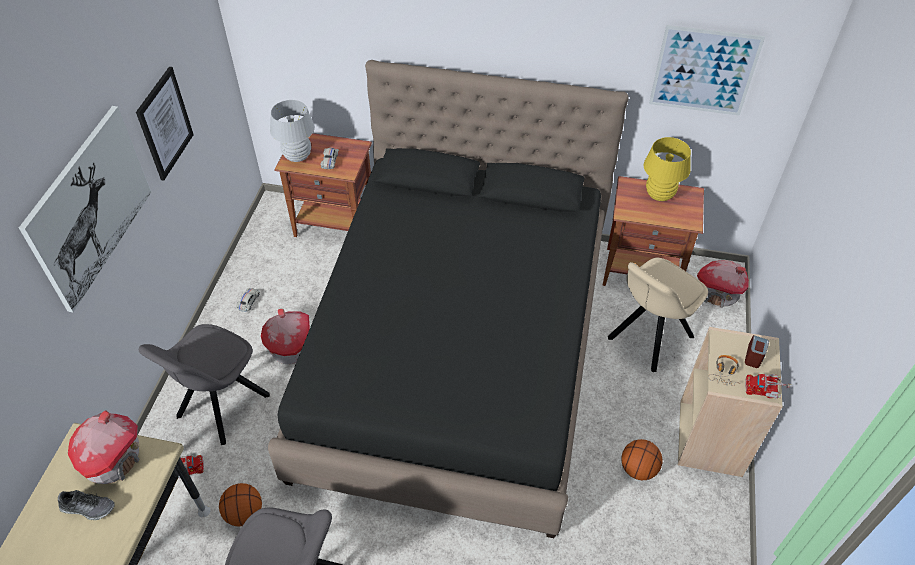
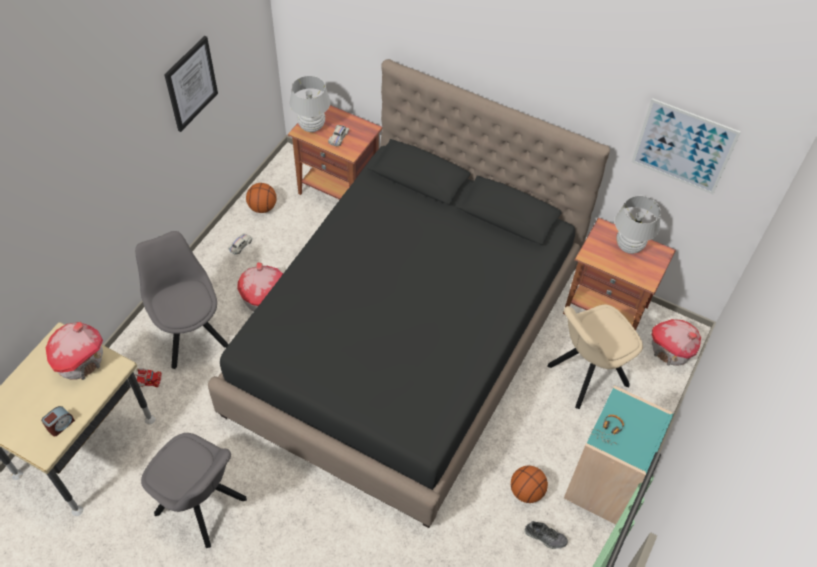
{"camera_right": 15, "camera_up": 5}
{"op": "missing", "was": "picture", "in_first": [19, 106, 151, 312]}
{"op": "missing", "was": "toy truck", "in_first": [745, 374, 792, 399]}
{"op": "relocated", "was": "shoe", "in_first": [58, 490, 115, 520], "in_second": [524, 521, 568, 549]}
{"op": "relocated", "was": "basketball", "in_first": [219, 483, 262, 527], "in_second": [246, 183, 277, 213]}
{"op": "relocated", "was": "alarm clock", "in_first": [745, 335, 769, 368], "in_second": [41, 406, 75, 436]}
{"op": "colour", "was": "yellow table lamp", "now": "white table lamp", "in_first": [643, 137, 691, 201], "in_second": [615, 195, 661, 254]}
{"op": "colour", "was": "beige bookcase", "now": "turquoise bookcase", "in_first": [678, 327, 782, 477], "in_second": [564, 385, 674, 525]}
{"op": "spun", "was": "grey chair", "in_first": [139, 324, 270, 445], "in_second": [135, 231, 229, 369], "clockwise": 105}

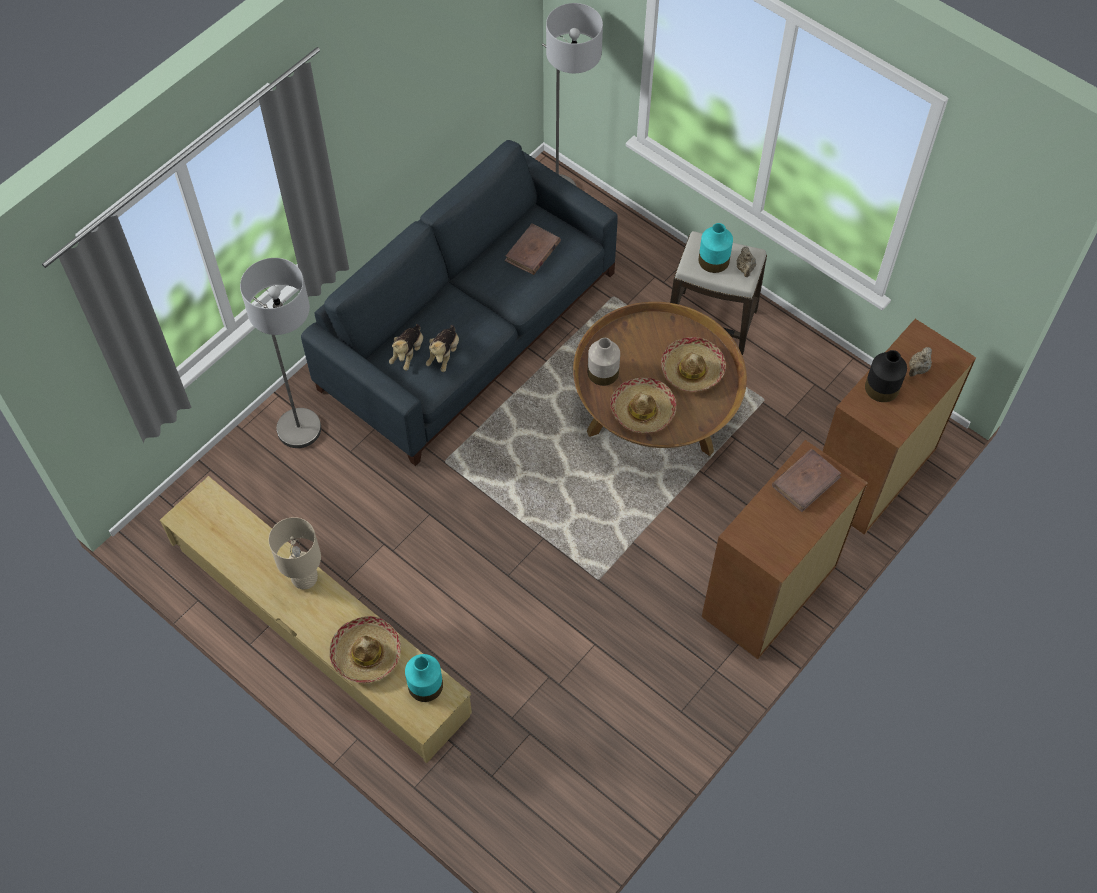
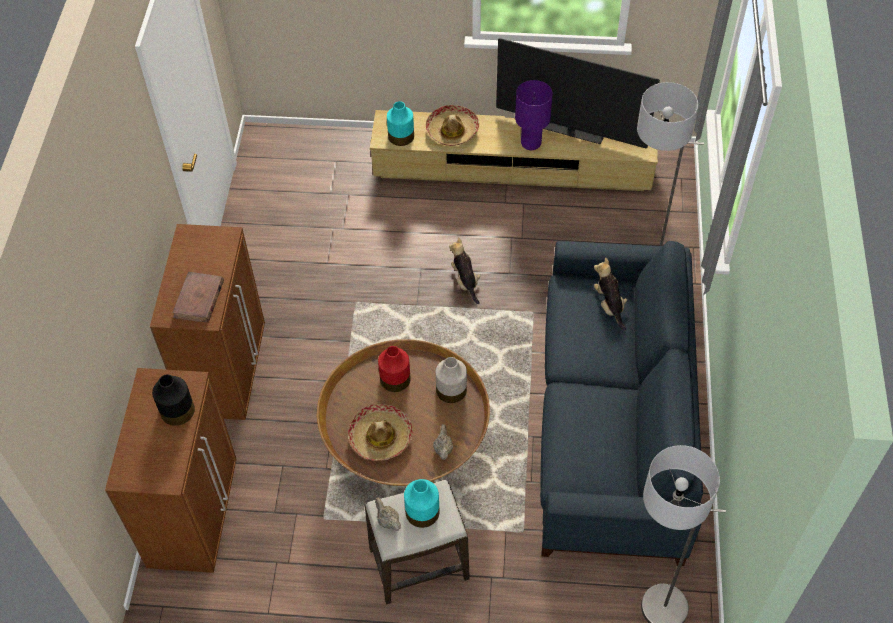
{"camera_right": 145, "camera_up": -5}
{"op": "missing", "was": "brown book", "in_first": [505, 224, 561, 275]}
{"op": "appeared", "now": "television", "in_second": [496, 38, 660, 149]}
{"op": "relocated", "was": "plush toy", "in_first": [426, 325, 459, 372], "in_second": [449, 237, 481, 304]}
{"op": "relocated", "was": "beige teapot", "in_first": [909, 347, 932, 376], "in_second": [433, 424, 453, 460]}
{"op": "exchanged", "was": "hat", "now": "red vase", "in_first": [610, 378, 677, 433], "in_second": [378, 346, 411, 392]}
{"op": "colour", "was": "beige table lamp", "now": "purple table lamp", "in_first": [269, 517, 321, 589], "in_second": [515, 80, 553, 150]}

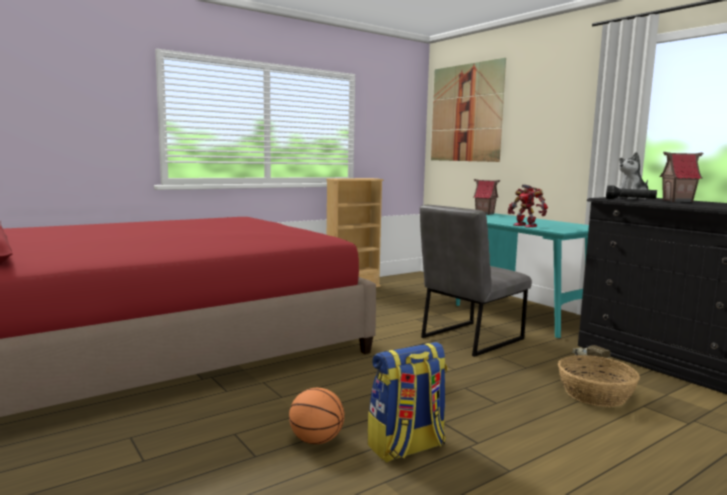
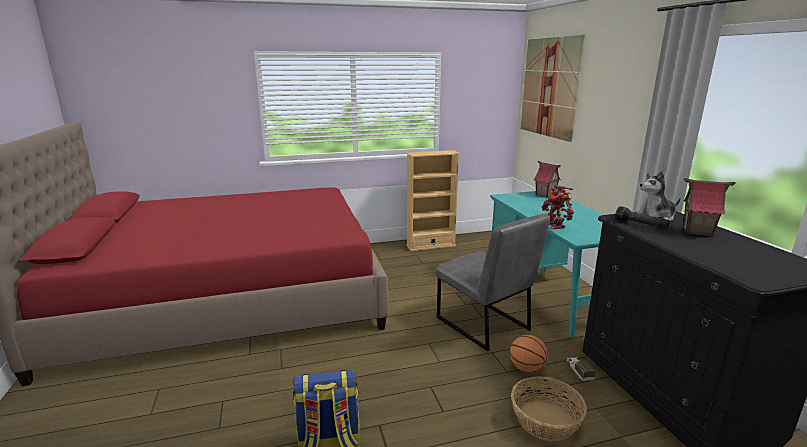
{"camera_right": 20, "camera_up": 10}
{"op": "relocated", "was": "basketball", "in_first": [289, 388, 344, 444], "in_second": [510, 335, 548, 373]}
{"op": "spun", "was": "grey chair", "in_first": [420, 205, 532, 357], "in_second": [435, 214, 550, 351], "clockwise": -105}

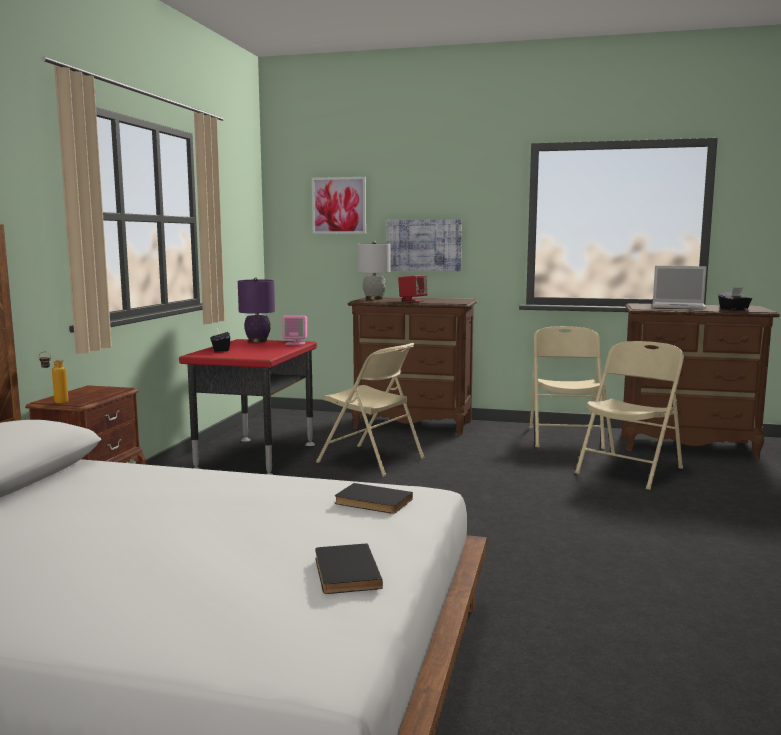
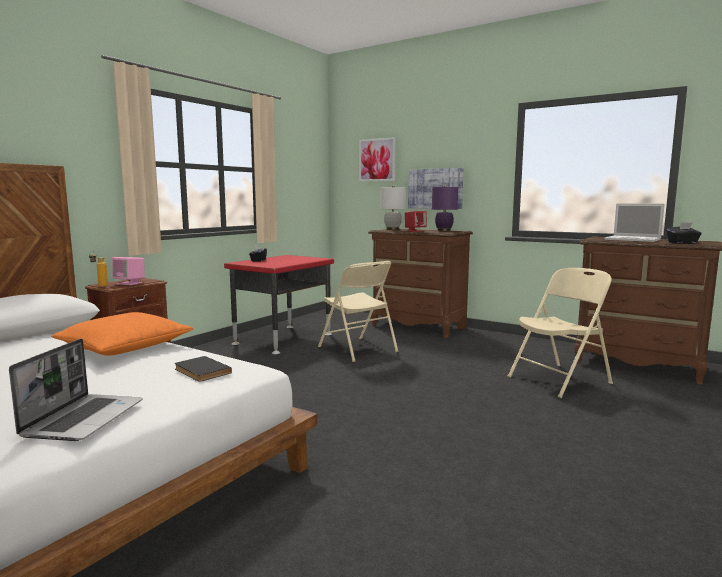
{"camera_right": 20, "camera_up": 0}
{"op": "missing", "was": "beige chair", "in_first": [529, 326, 605, 449]}
{"op": "appeared", "now": "orange pillow", "in_second": [51, 312, 193, 356]}
{"op": "relocated", "was": "purple table lamp", "in_first": [238, 277, 275, 342], "in_second": [432, 185, 458, 231]}
{"op": "relocated", "was": "pink speaker", "in_first": [282, 316, 307, 345], "in_second": [112, 257, 145, 285]}
{"op": "exchanged", "was": "black book", "now": "laptop", "in_first": [315, 544, 383, 594], "in_second": [9, 339, 143, 441]}

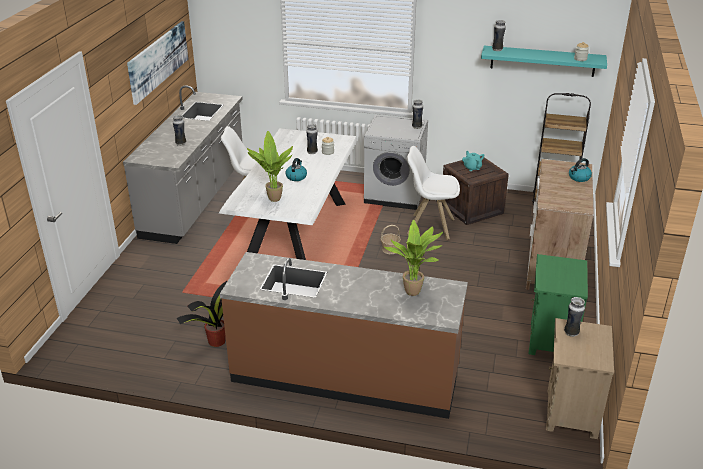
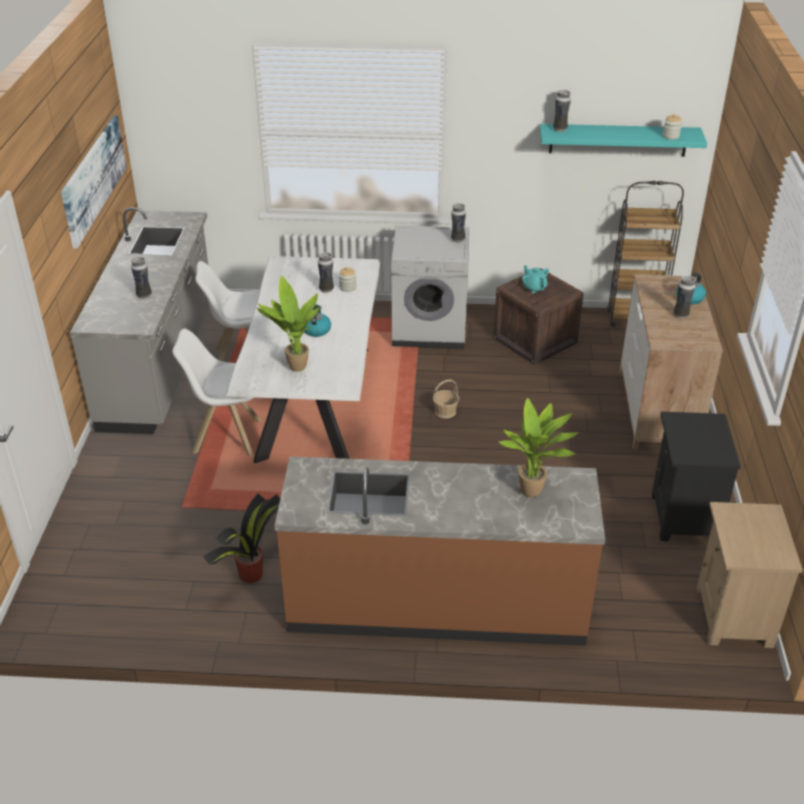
{"camera_right": -10, "camera_up": 5}
{"op": "relocated", "was": "white chair", "in_first": [407, 146, 460, 240], "in_second": [172, 329, 262, 457]}
{"op": "relocated", "was": "vase", "in_first": [564, 297, 585, 337], "in_second": [673, 275, 696, 319]}
{"op": "colour", "was": "green nightstand", "now": "black nightstand", "in_first": [529, 254, 588, 355], "in_second": [652, 412, 741, 542]}

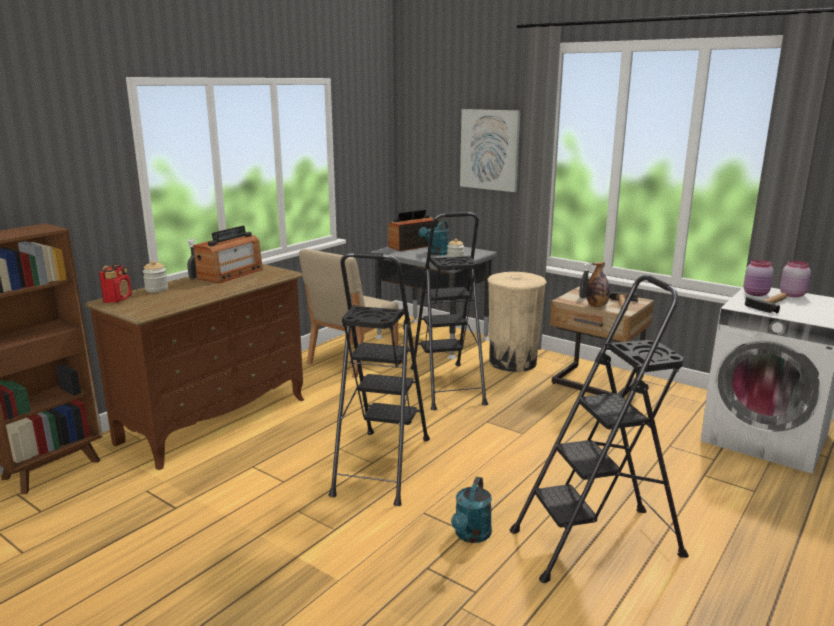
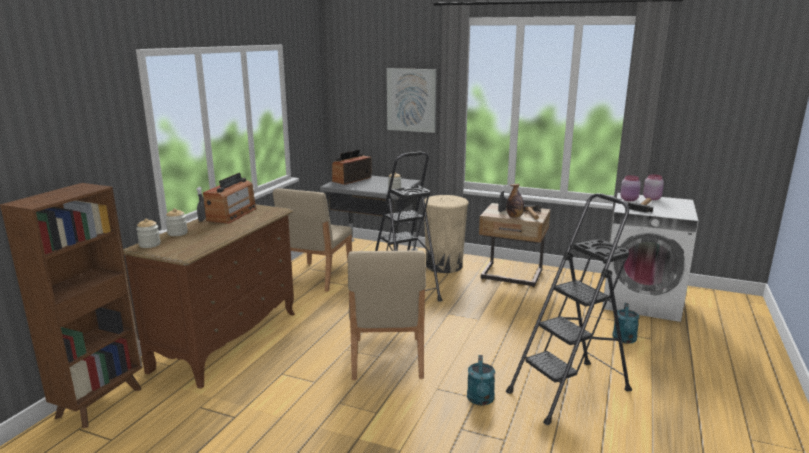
{"camera_right": -15, "camera_up": 0}
{"op": "relocated", "was": "turquoise watering can", "in_first": [419, 221, 449, 255], "in_second": [612, 303, 640, 344]}
{"op": "exchanged", "was": "radio", "now": "jar", "in_first": [99, 264, 132, 303], "in_second": [136, 219, 161, 248]}
{"op": "exchanged", "was": "step ladder", "now": "beige chair", "in_first": [328, 252, 430, 506], "in_second": [348, 250, 426, 380]}

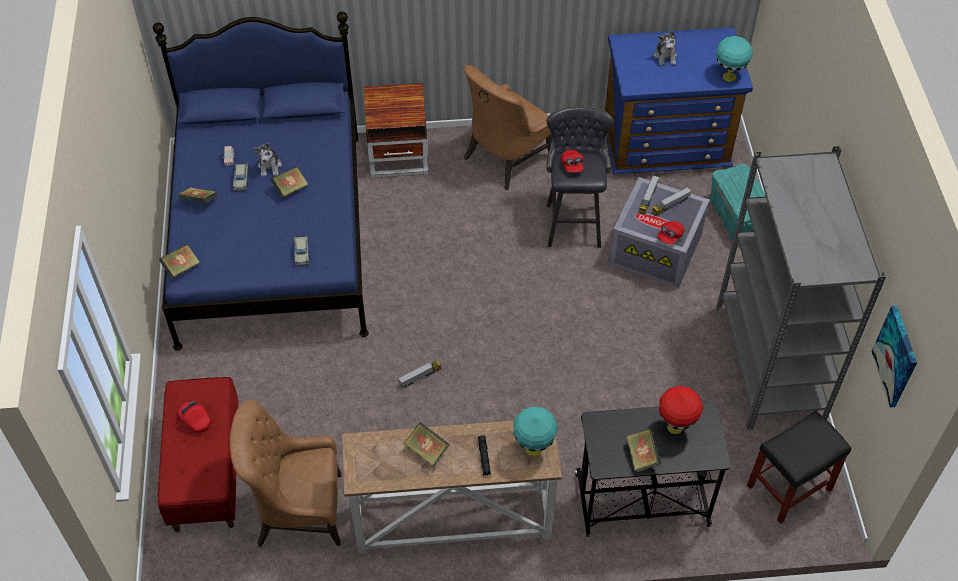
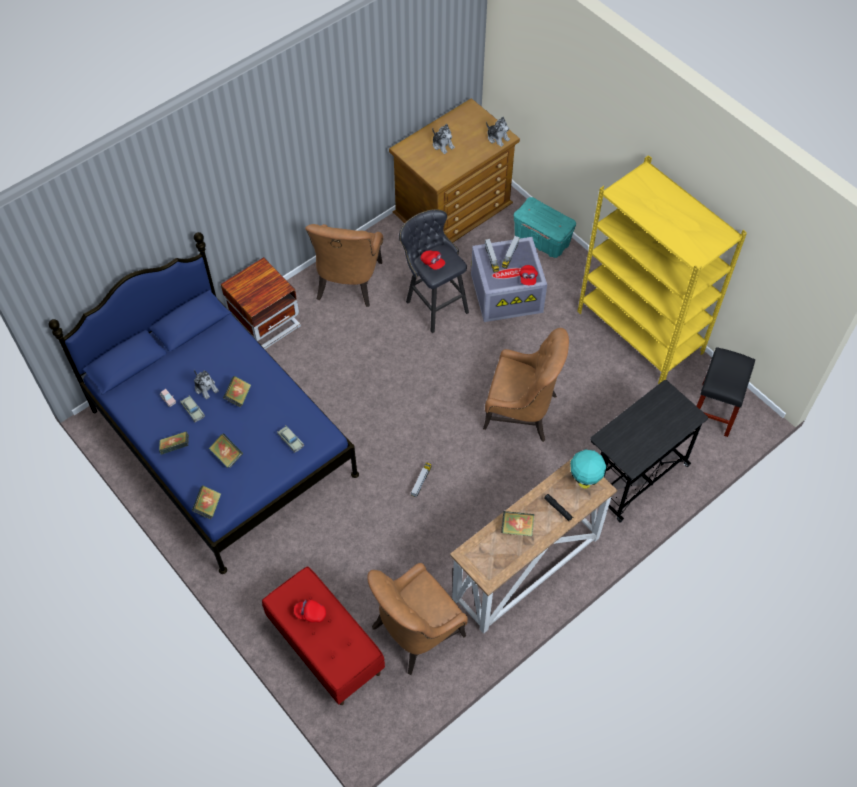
{"camera_right": -35, "camera_up": 5}
{"op": "missing", "was": "red table lamp", "in_first": [659, 386, 703, 434]}
{"op": "missing", "was": "picture", "in_first": [871, 306, 917, 407]}
{"op": "appeared", "now": "brown chair", "in_second": [483, 328, 569, 442]}
{"op": "relocated", "was": "book", "in_first": [626, 428, 661, 472], "in_second": [209, 433, 243, 468]}
{"op": "exchanged", "was": "turquoise table lamp", "now": "plush toy", "in_first": [716, 36, 753, 82], "in_second": [486, 117, 510, 147]}
{"op": "colour", "was": "blue dresser", "now": "brown dresser", "in_first": [605, 27, 753, 175], "in_second": [389, 98, 520, 242]}
{"op": "colour", "was": "grey bookcase", "now": "yellow bookcase", "in_first": [716, 146, 886, 430], "in_second": [577, 155, 747, 384]}

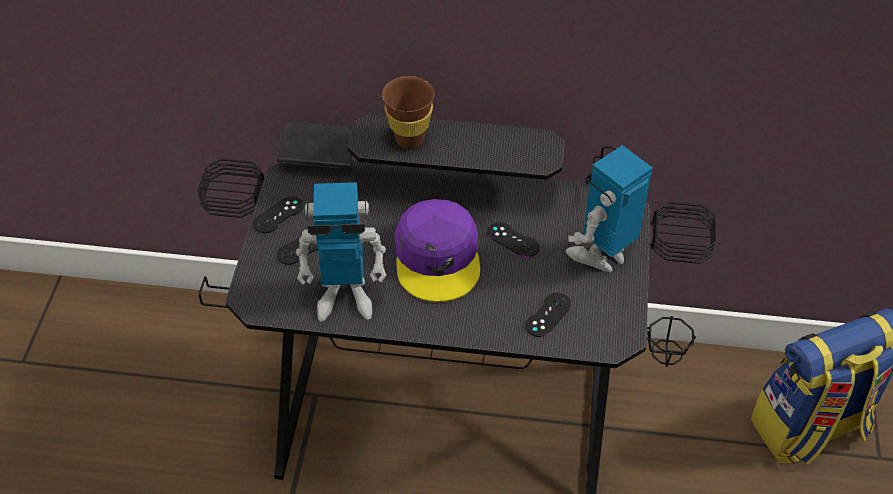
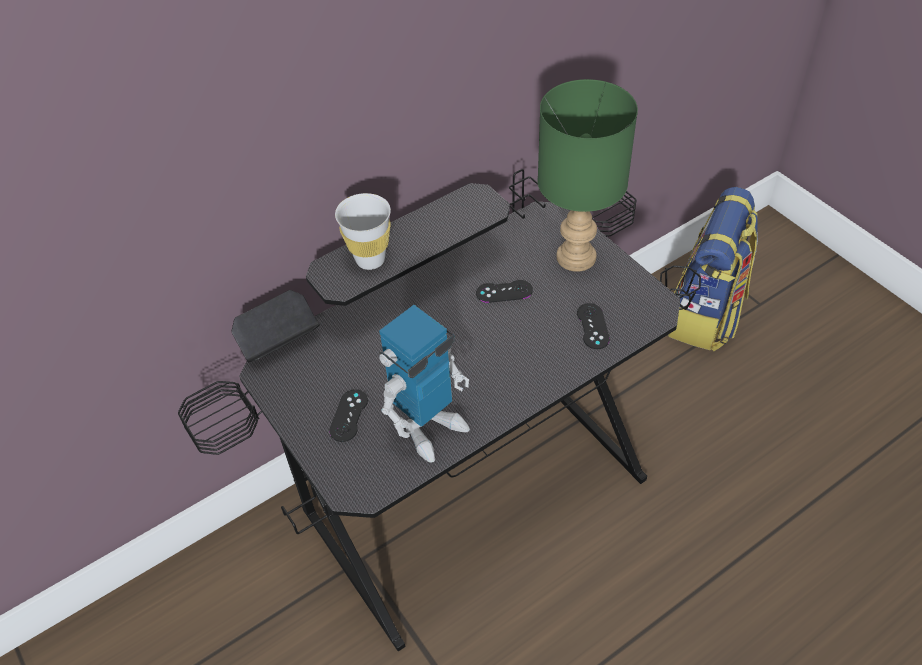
{"camera_right": -40, "camera_up": 0}
{"op": "missing", "was": "black game controller", "in_first": [253, 196, 303, 233]}
{"op": "missing", "was": "purple cap", "in_first": [395, 199, 480, 302]}
{"op": "exchanged", "was": "toy robot", "now": "green table lamp", "in_first": [566, 145, 653, 272], "in_second": [537, 79, 638, 272]}
{"op": "colour", "was": "brown cup", "now": "white cup", "in_first": [382, 76, 434, 149], "in_second": [335, 193, 391, 270]}

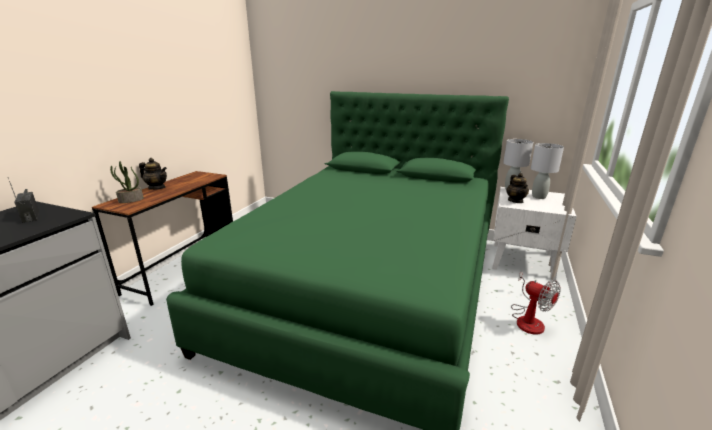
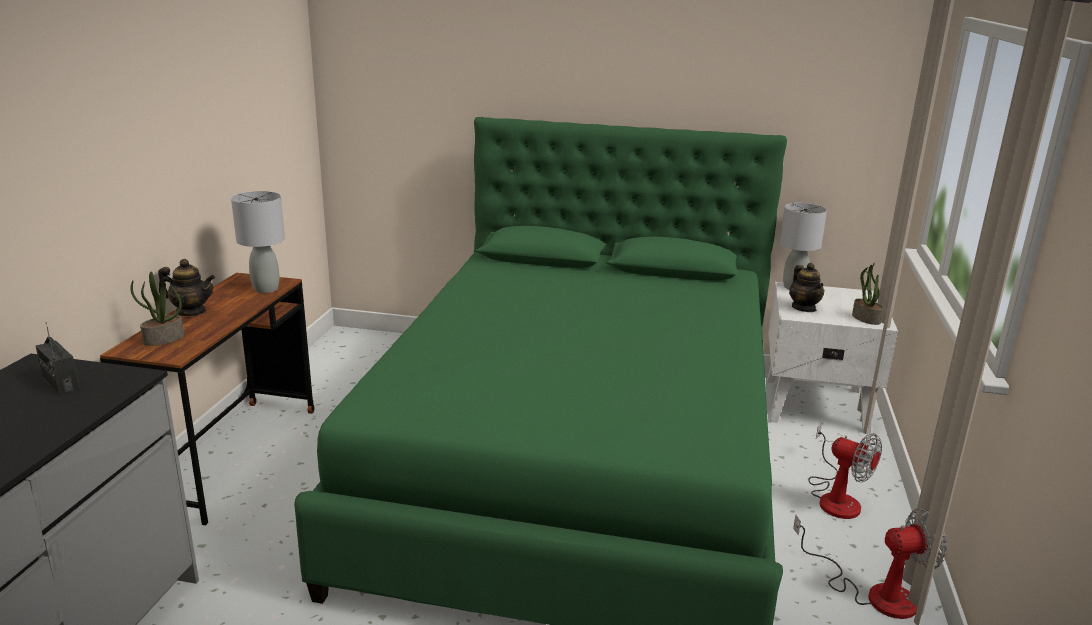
{"camera_right": -10, "camera_up": 0}
{"op": "appeared", "now": "fan", "in_second": [793, 508, 947, 619]}
{"op": "appeared", "now": "potted plant", "in_second": [852, 263, 884, 325]}
{"op": "relocated", "was": "grey table lamp", "in_first": [531, 143, 564, 199], "in_second": [231, 191, 285, 293]}

